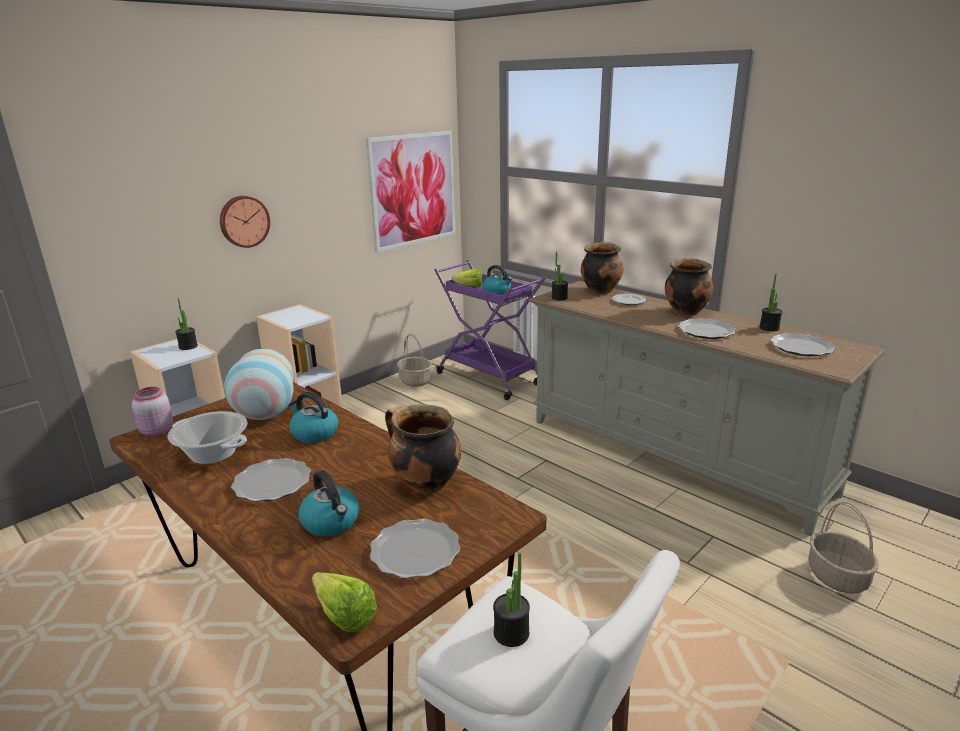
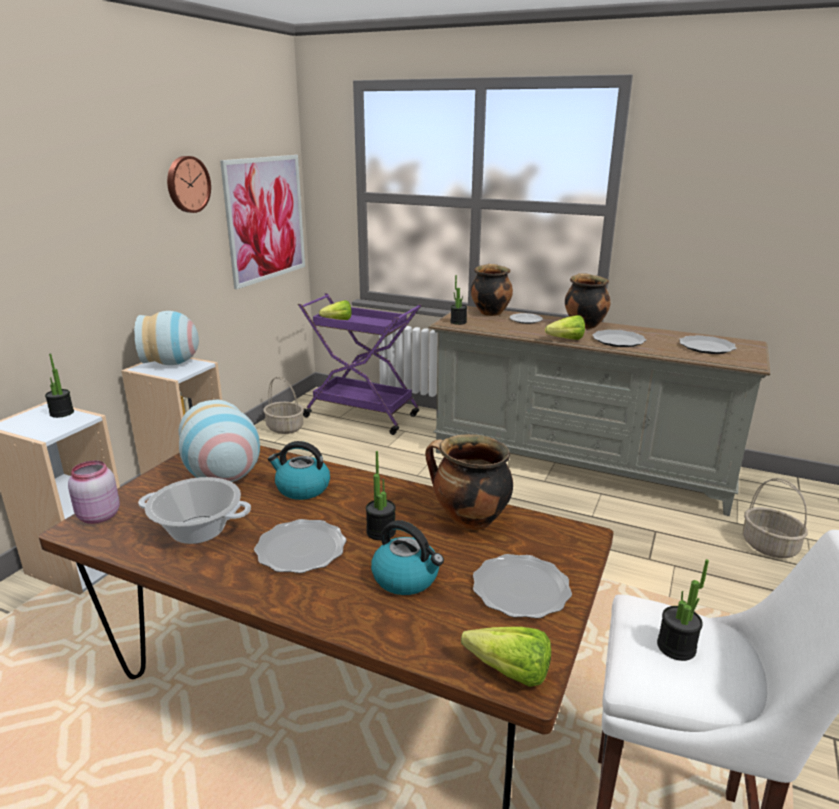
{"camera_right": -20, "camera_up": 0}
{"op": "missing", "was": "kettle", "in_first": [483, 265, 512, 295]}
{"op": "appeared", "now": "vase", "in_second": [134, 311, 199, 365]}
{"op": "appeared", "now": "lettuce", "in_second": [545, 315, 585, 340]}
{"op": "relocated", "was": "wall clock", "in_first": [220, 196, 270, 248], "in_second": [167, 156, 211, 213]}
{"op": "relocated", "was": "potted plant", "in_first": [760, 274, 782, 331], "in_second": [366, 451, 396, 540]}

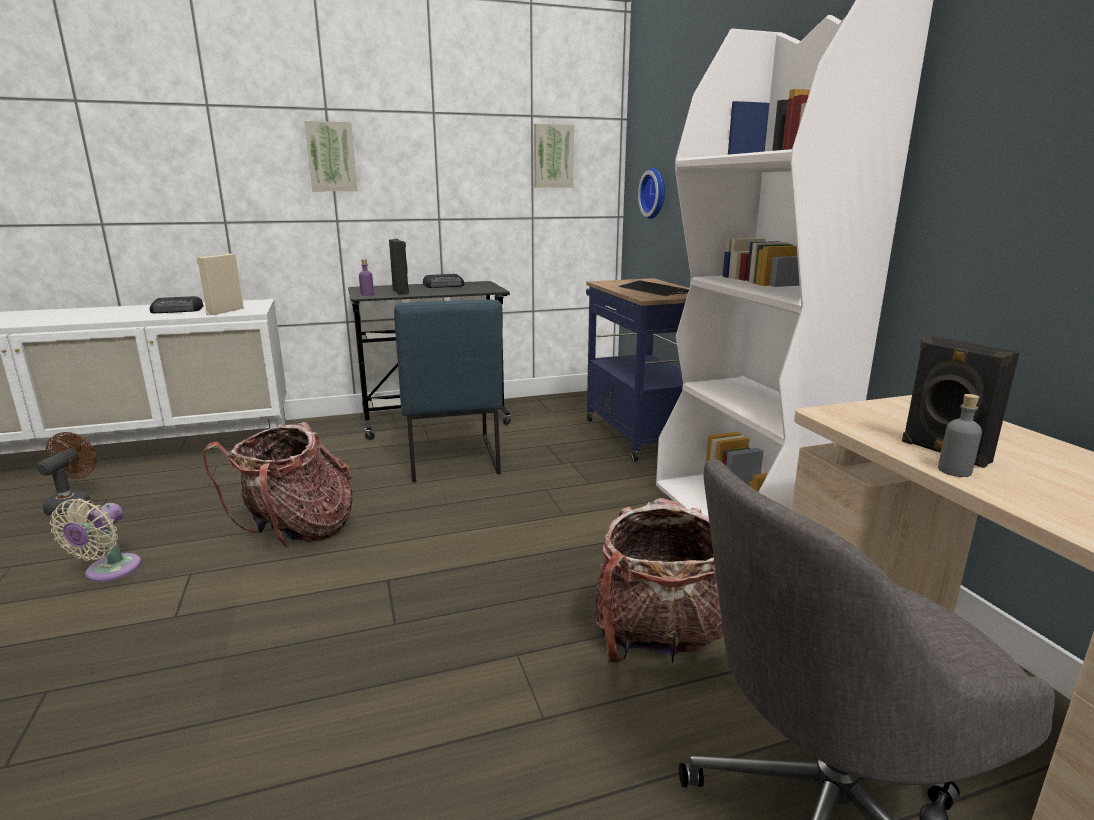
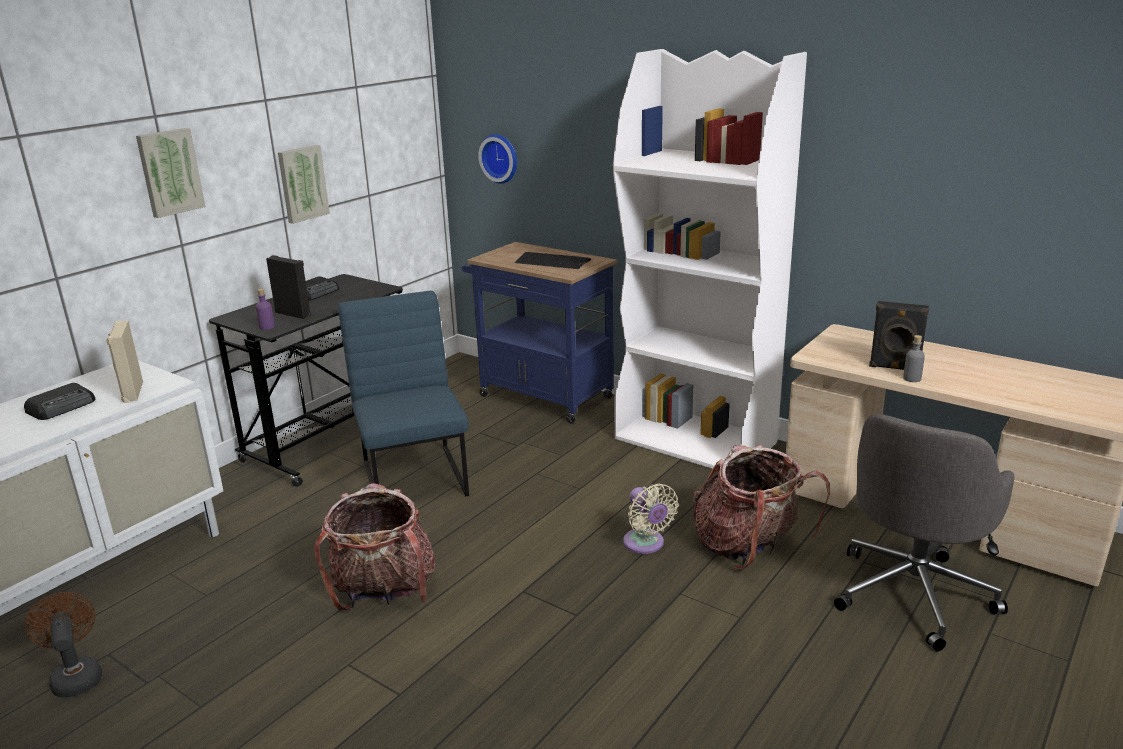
{"camera_right": -35, "camera_up": 5}
{"op": "relocated", "was": "beige fan", "in_first": [50, 498, 141, 582], "in_second": [623, 483, 679, 554]}
{"op": "relocated", "was": "picture", "in_first": [534, 124, 574, 187], "in_second": [278, 145, 330, 224]}
{"op": "spun", "was": "blue chair", "in_first": [394, 300, 503, 482], "in_second": [338, 291, 469, 497], "clockwise": -150}

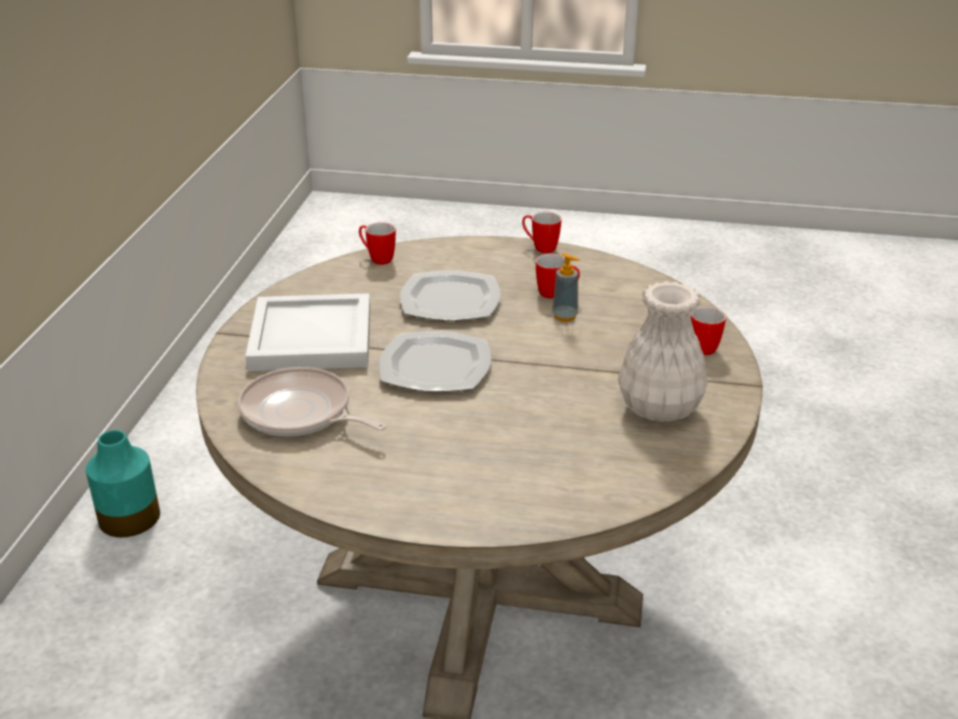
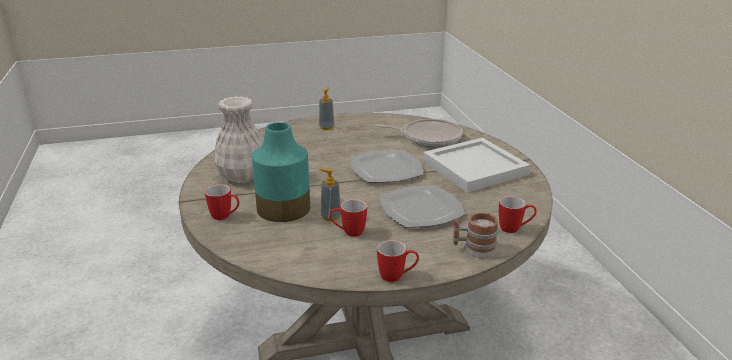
{"camera_right": 155, "camera_up": -5}
{"op": "appeared", "now": "soap dispenser", "in_second": [319, 87, 334, 130]}
{"op": "appeared", "now": "mug", "in_second": [452, 212, 499, 258]}
{"op": "relocated", "was": "turquoise vase", "in_first": [86, 430, 160, 537], "in_second": [252, 122, 310, 222]}

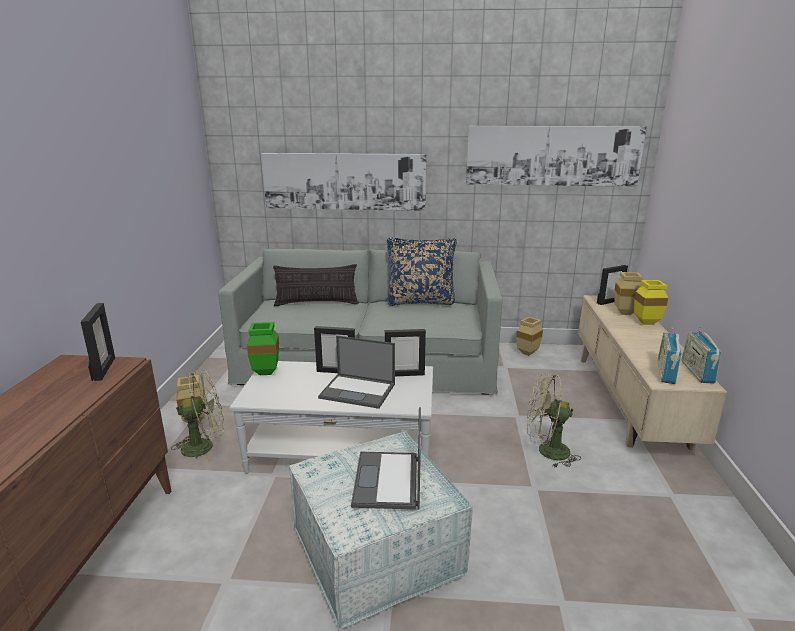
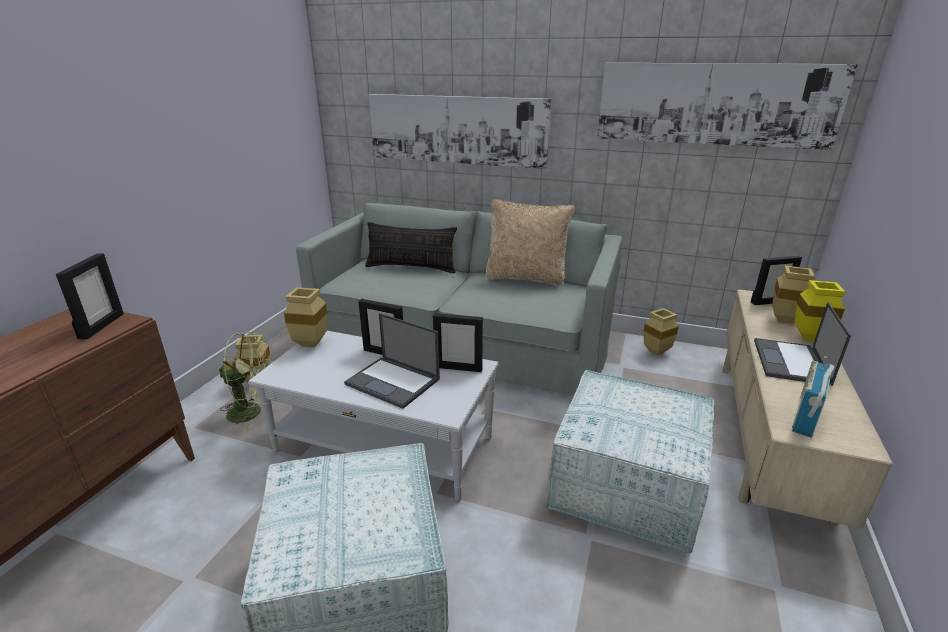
{"camera_right": 15, "camera_up": 5}
{"op": "missing", "was": "radio", "in_first": [682, 327, 722, 384]}
{"op": "relocated", "was": "laptop", "in_first": [351, 407, 421, 510], "in_second": [754, 302, 851, 386]}
{"op": "exchanged", "was": "green fan", "now": "white ottoman", "in_first": [527, 373, 581, 468], "in_second": [545, 370, 714, 554]}
{"op": "colour", "was": "green vase", "now": "beige vase", "in_first": [247, 322, 279, 375], "in_second": [284, 287, 327, 347]}
{"op": "colour", "was": "blue pillow", "now": "beige pillow", "in_first": [387, 238, 457, 306], "in_second": [486, 199, 575, 286]}

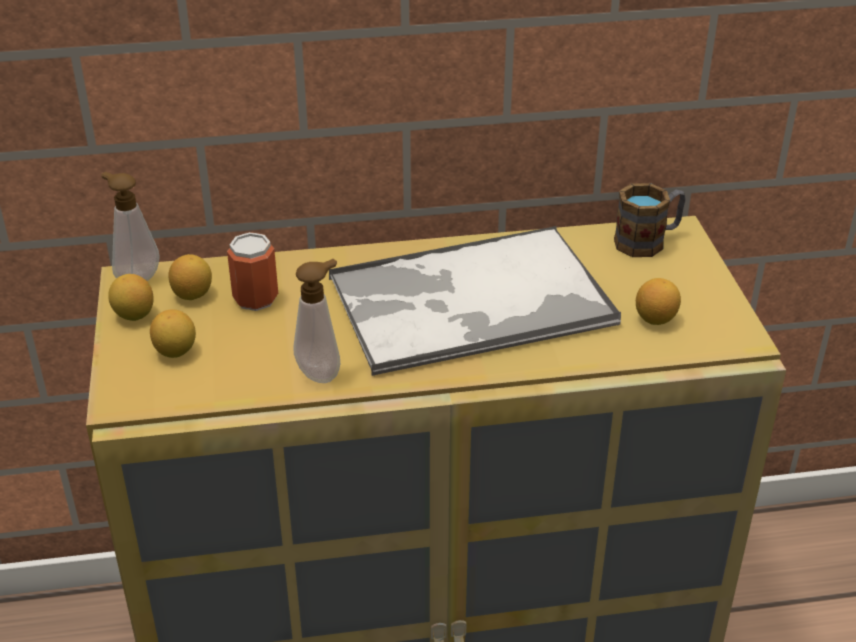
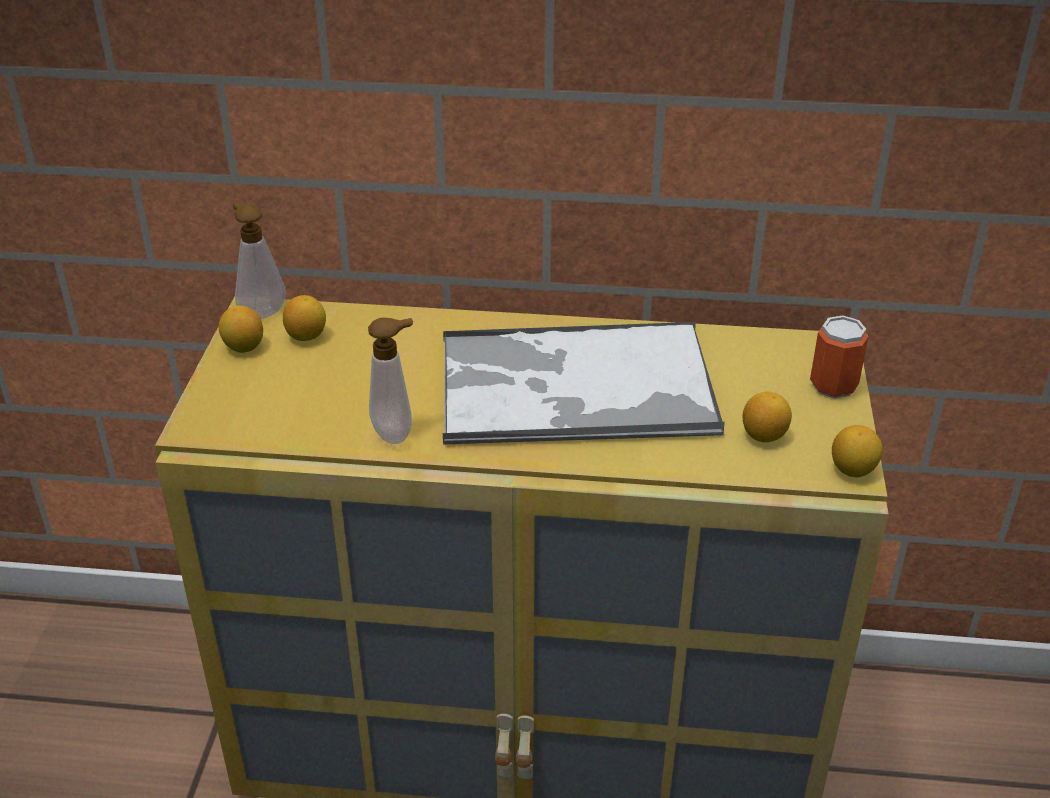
{"camera_right": 15, "camera_up": 0}
{"op": "missing", "was": "mug", "in_first": [614, 183, 686, 257]}
{"op": "relocated", "was": "lemon", "in_first": [150, 309, 196, 358], "in_second": [832, 425, 883, 477]}
{"op": "relocated", "was": "can", "in_first": [227, 232, 278, 311], "in_second": [810, 315, 868, 398]}

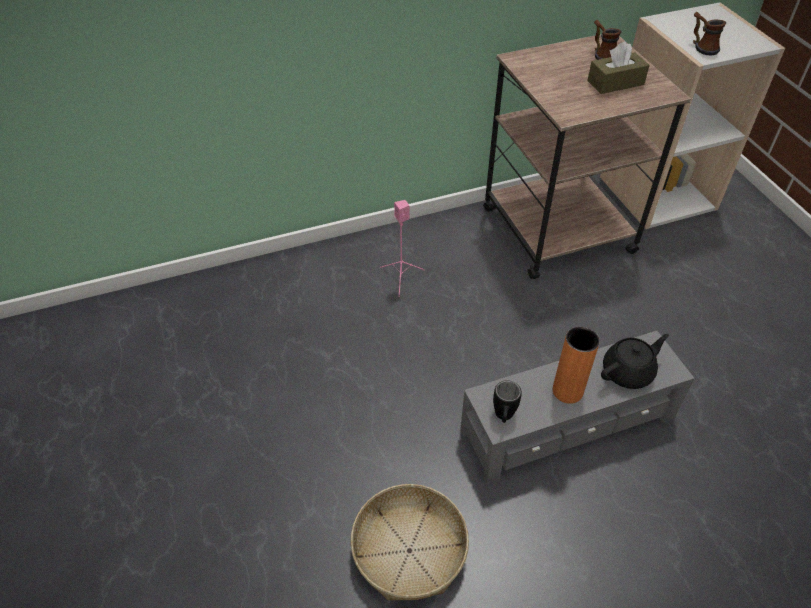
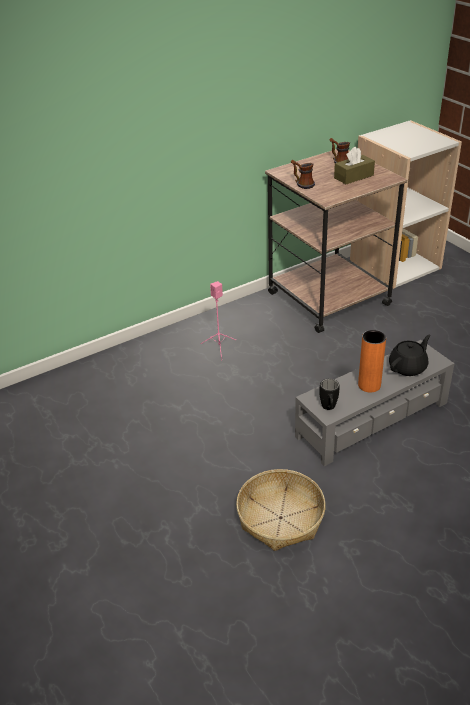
{"camera_right": -10, "camera_up": -10}
{"op": "relocated", "was": "mug", "in_first": [693, 12, 726, 55], "in_second": [291, 160, 315, 189]}

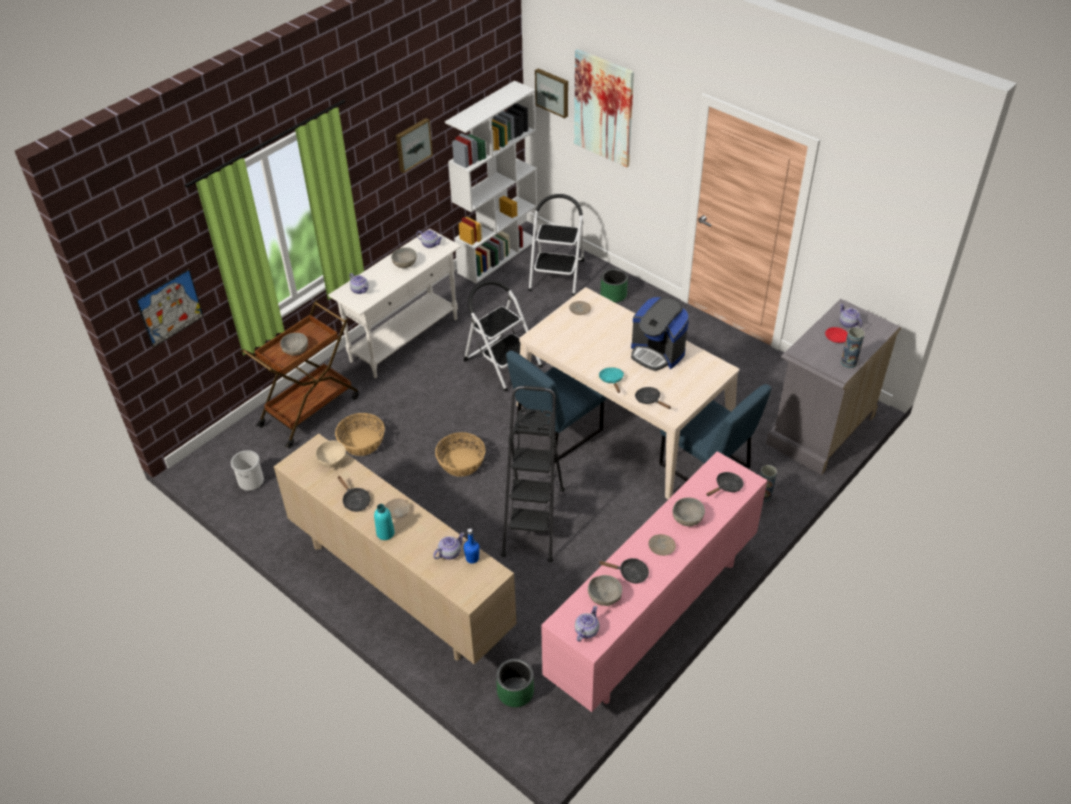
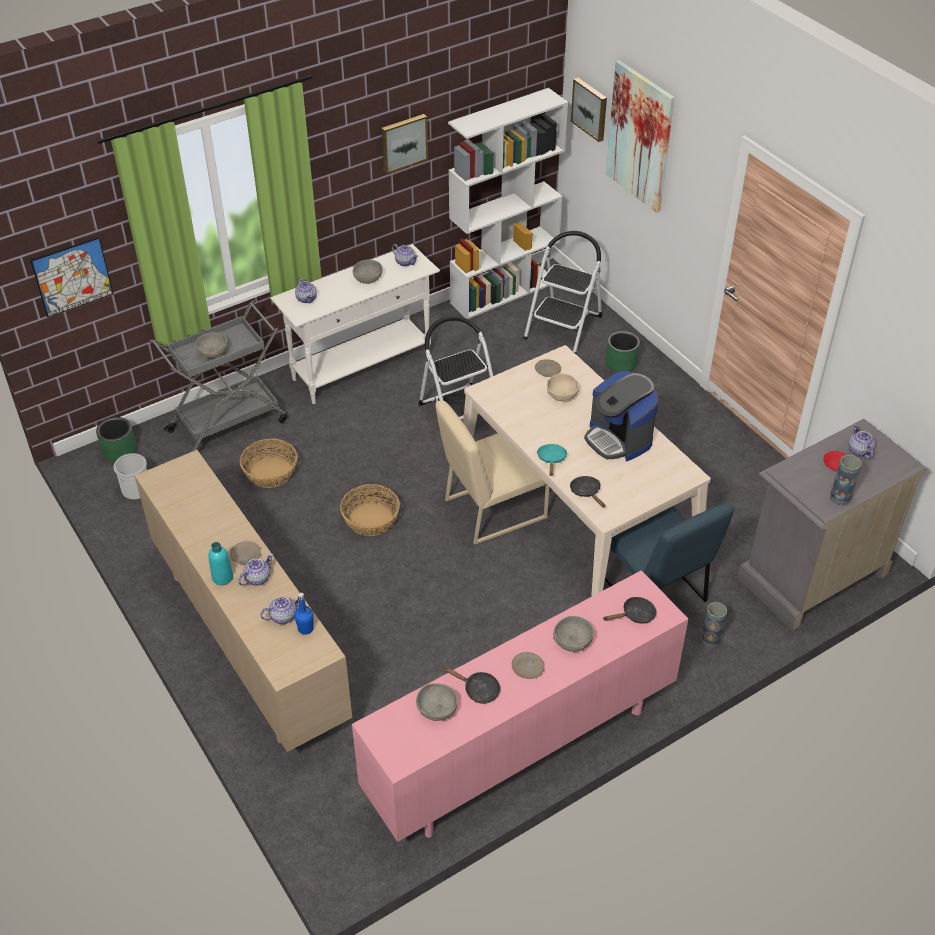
{"camera_right": 15, "camera_up": 0}
{"op": "missing", "was": "black frying pan", "in_first": [337, 476, 370, 512]}
{"op": "missing", "was": "step ladder", "in_first": [501, 386, 565, 562]}
{"op": "relocated", "was": "beige bowl", "in_first": [315, 441, 346, 468], "in_second": [547, 374, 579, 402]}
{"op": "relocated", "was": "green planter", "in_first": [496, 659, 534, 707], "in_second": [96, 417, 137, 462]}
{"op": "relocated", "was": "teapot", "in_first": [575, 606, 599, 642], "in_second": [238, 554, 273, 586]}
{"op": "colour", "was": "brown cart", "now": "grey cart", "in_first": [240, 300, 359, 449], "in_second": [149, 300, 288, 452]}
{"op": "colour", "was": "blue chair", "now": "beige chair", "in_first": [506, 350, 606, 463], "in_second": [435, 400, 549, 545]}

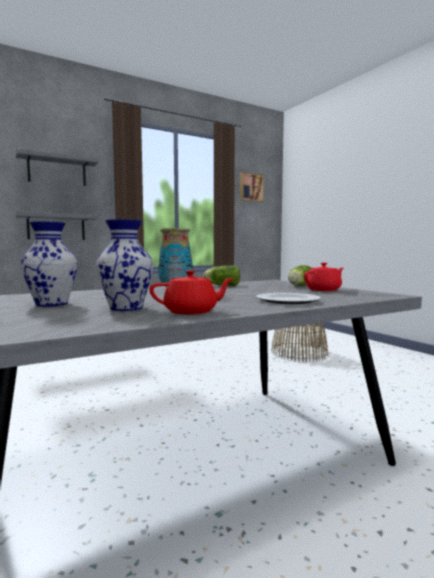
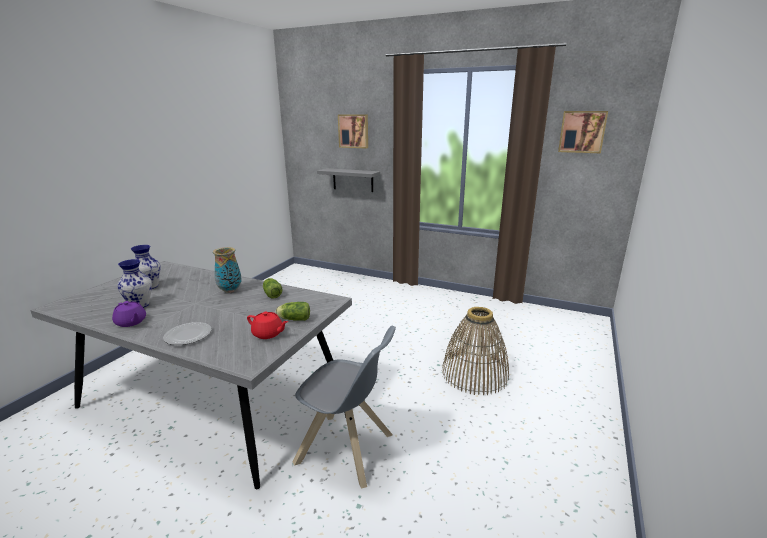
{"camera_right": 55, "camera_up": 15}
{"op": "appeared", "now": "grey chair", "in_second": [292, 325, 396, 489]}
{"op": "exchanged", "was": "grey shelf", "now": "picture", "in_first": [16, 149, 99, 186], "in_second": [338, 115, 368, 149]}
{"op": "colour", "was": "red teapot", "now": "purple teapot", "in_first": [149, 270, 234, 315], "in_second": [112, 301, 146, 327]}

